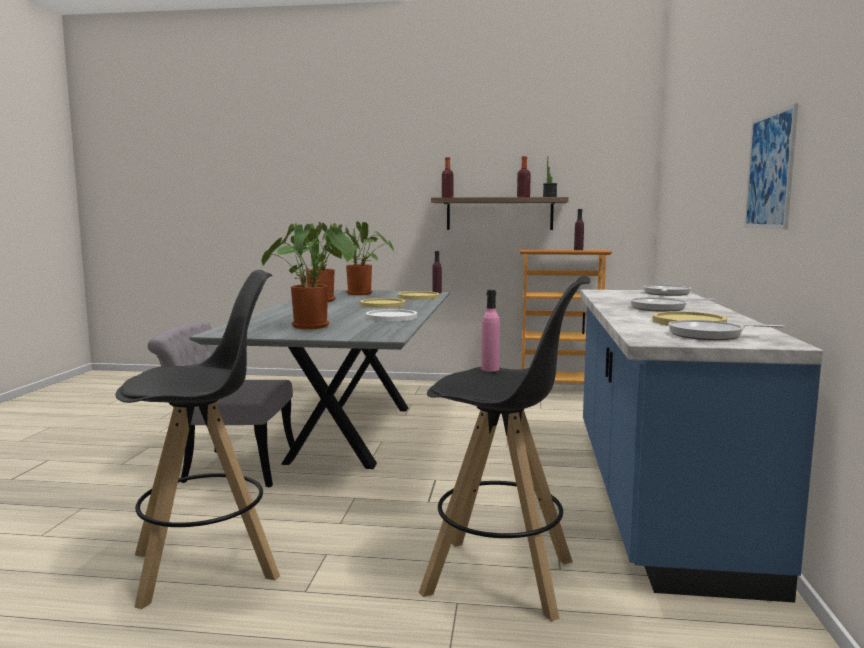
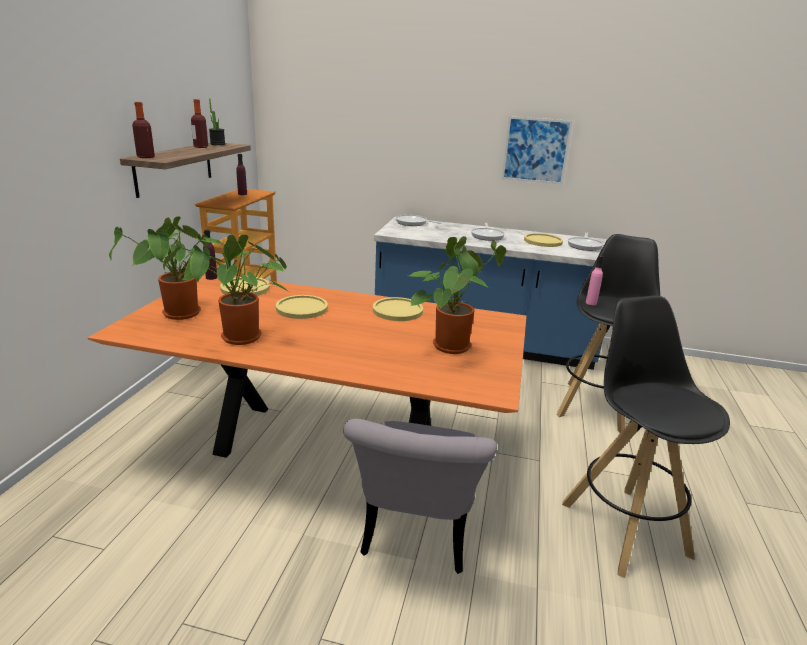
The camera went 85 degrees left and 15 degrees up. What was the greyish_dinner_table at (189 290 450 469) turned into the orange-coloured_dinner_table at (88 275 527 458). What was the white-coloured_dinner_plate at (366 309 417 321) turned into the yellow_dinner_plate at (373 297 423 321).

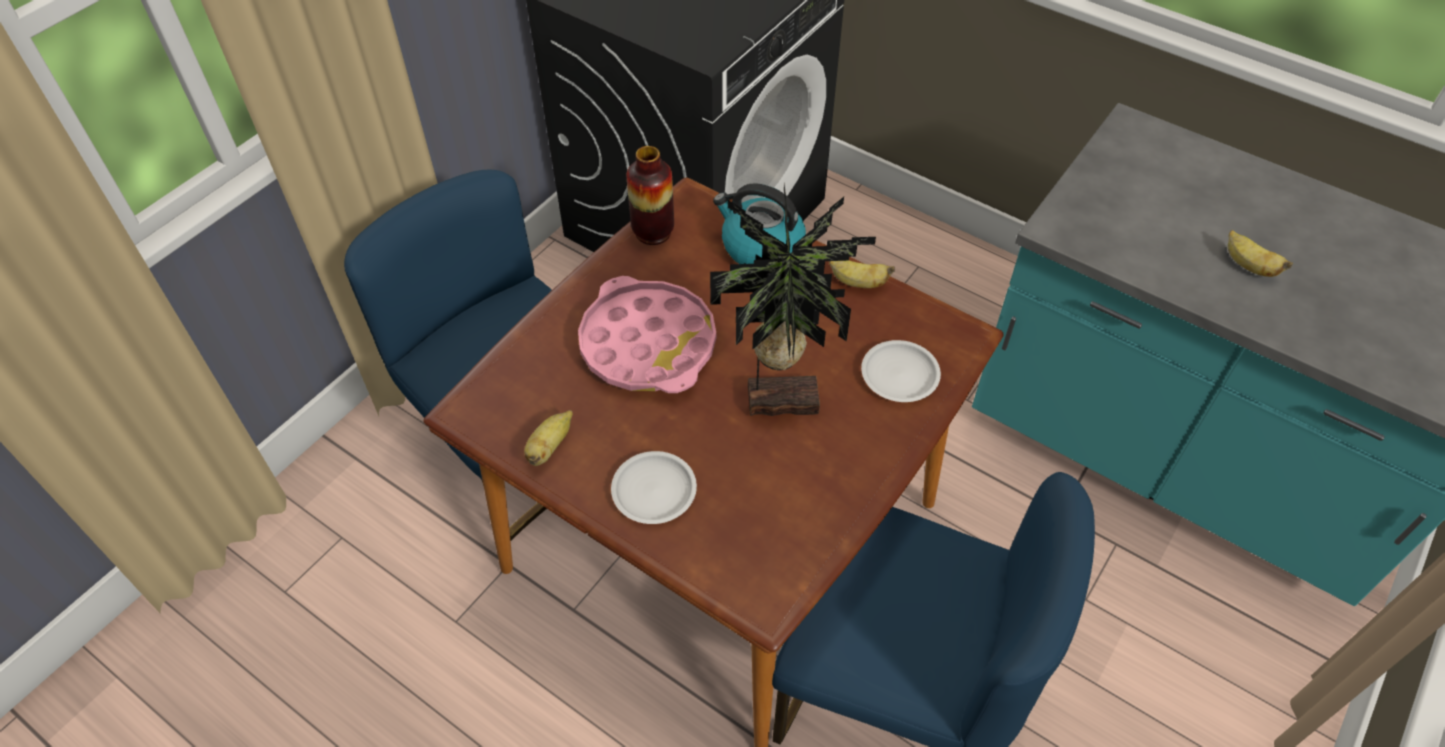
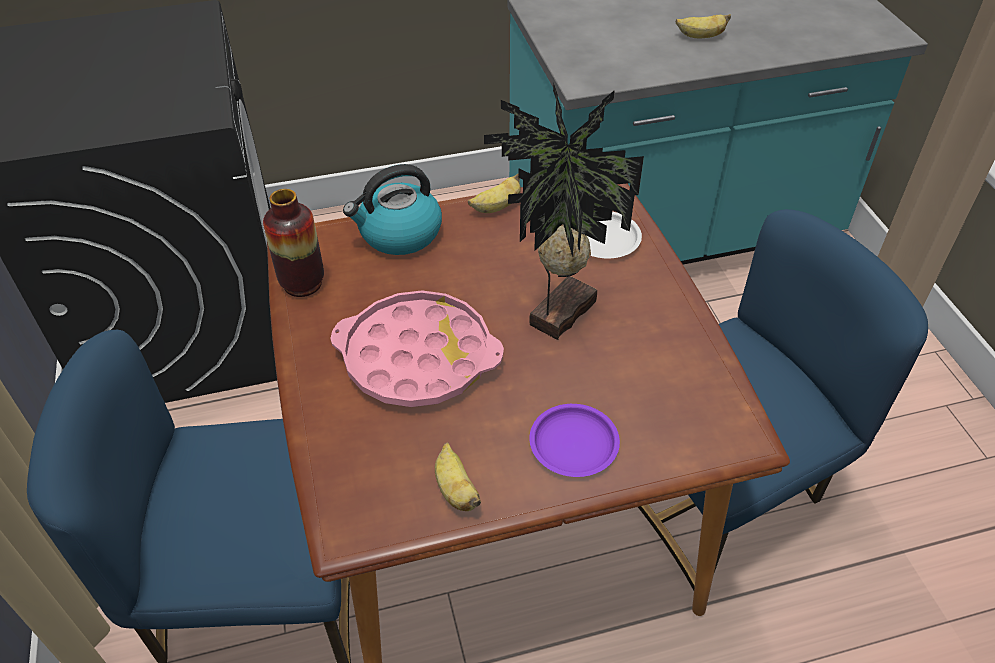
The camera went 50 degrees left and 5 degrees down. What was the white-coloured_dinner_plate at (611 451 697 524) turned into the purple_dinner_plate at (529 404 620 477).

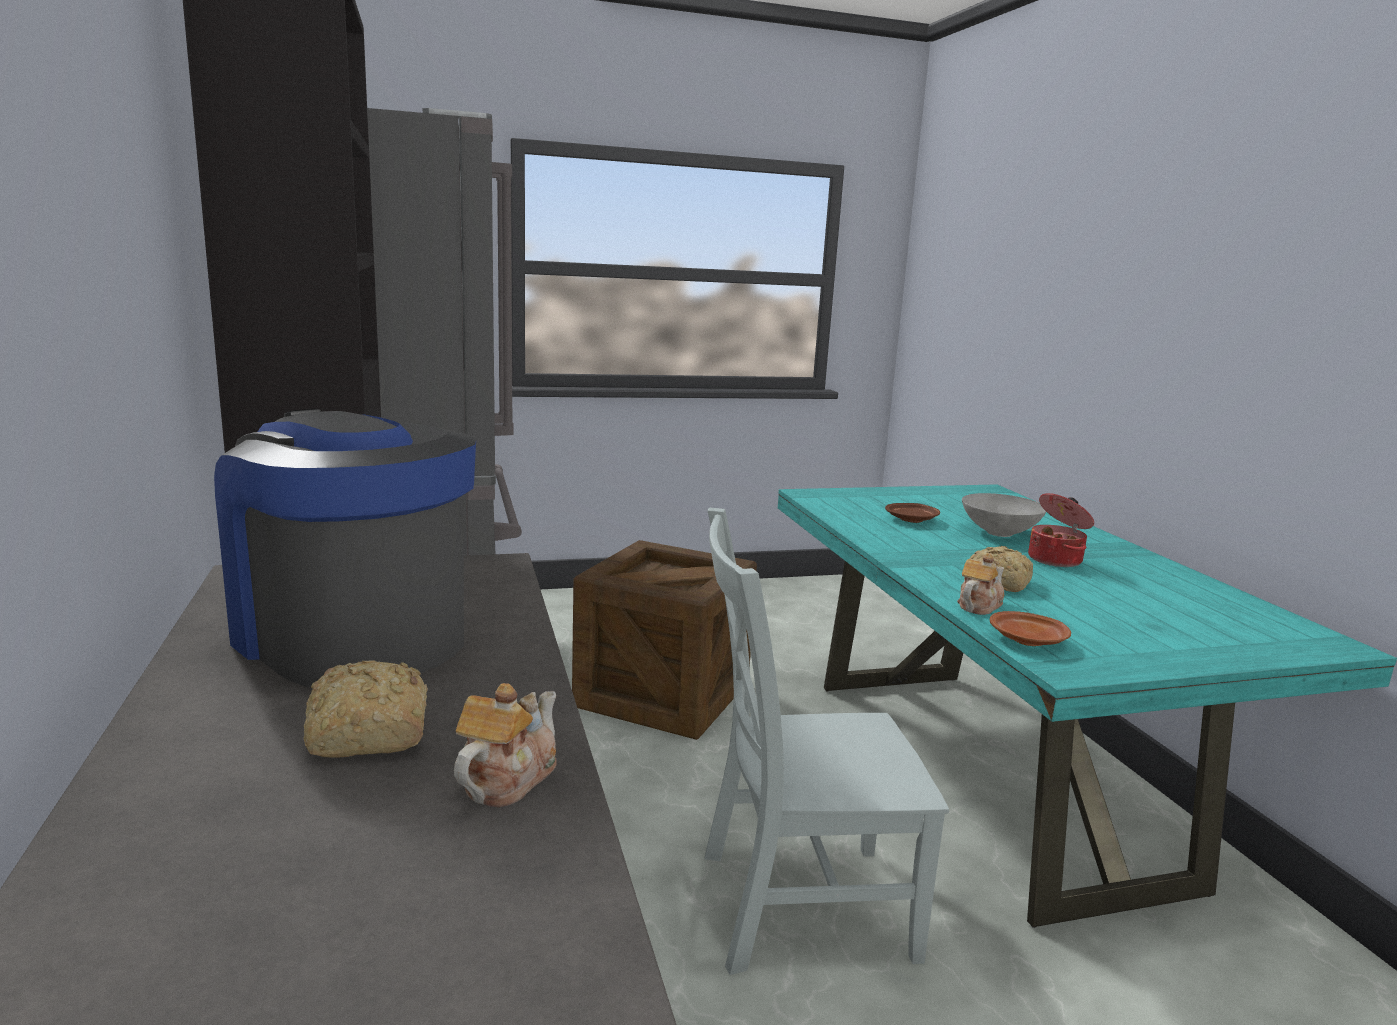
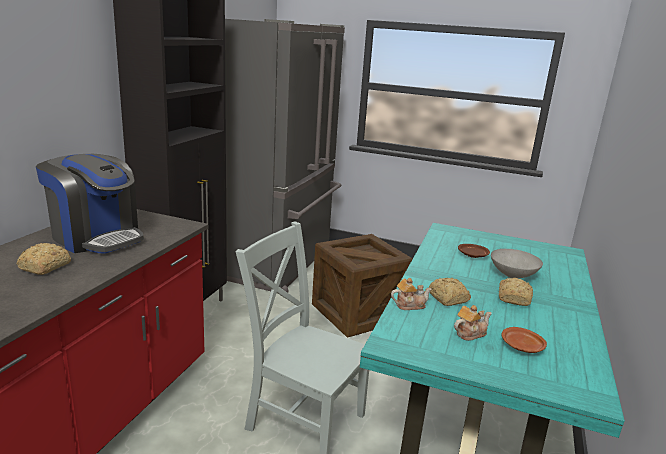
The camera went 35 degrees right and 5 degrees up. The coffee_maker at (214 408 476 687) ended up facing another way, 135 degrees clockwise from before. The teapot ended up elsewhere, having gone from (454 683 557 807) to (454 305 491 341). The brown_dinner_plate ended up elsewhere, having gone from (990 611 1071 646) to (501 327 547 353). Where the cooking_pot stood at (1028 493 1094 567), the baked_bread came to stand at (499 278 533 306).

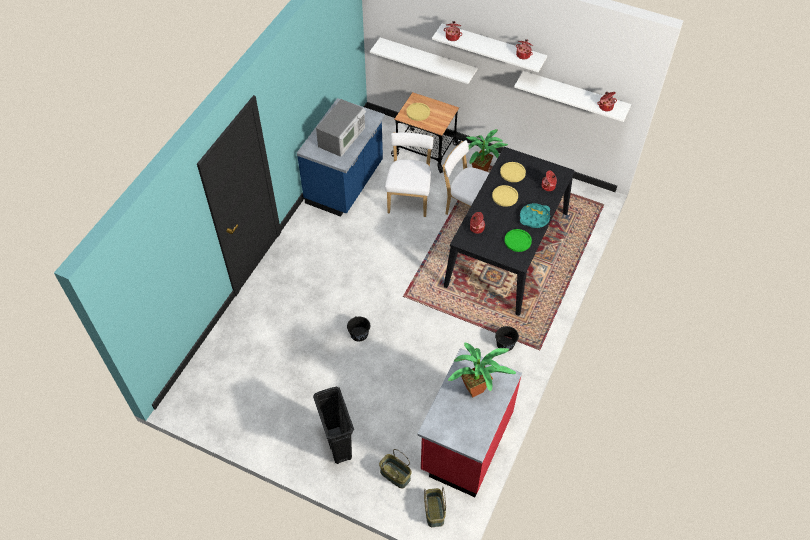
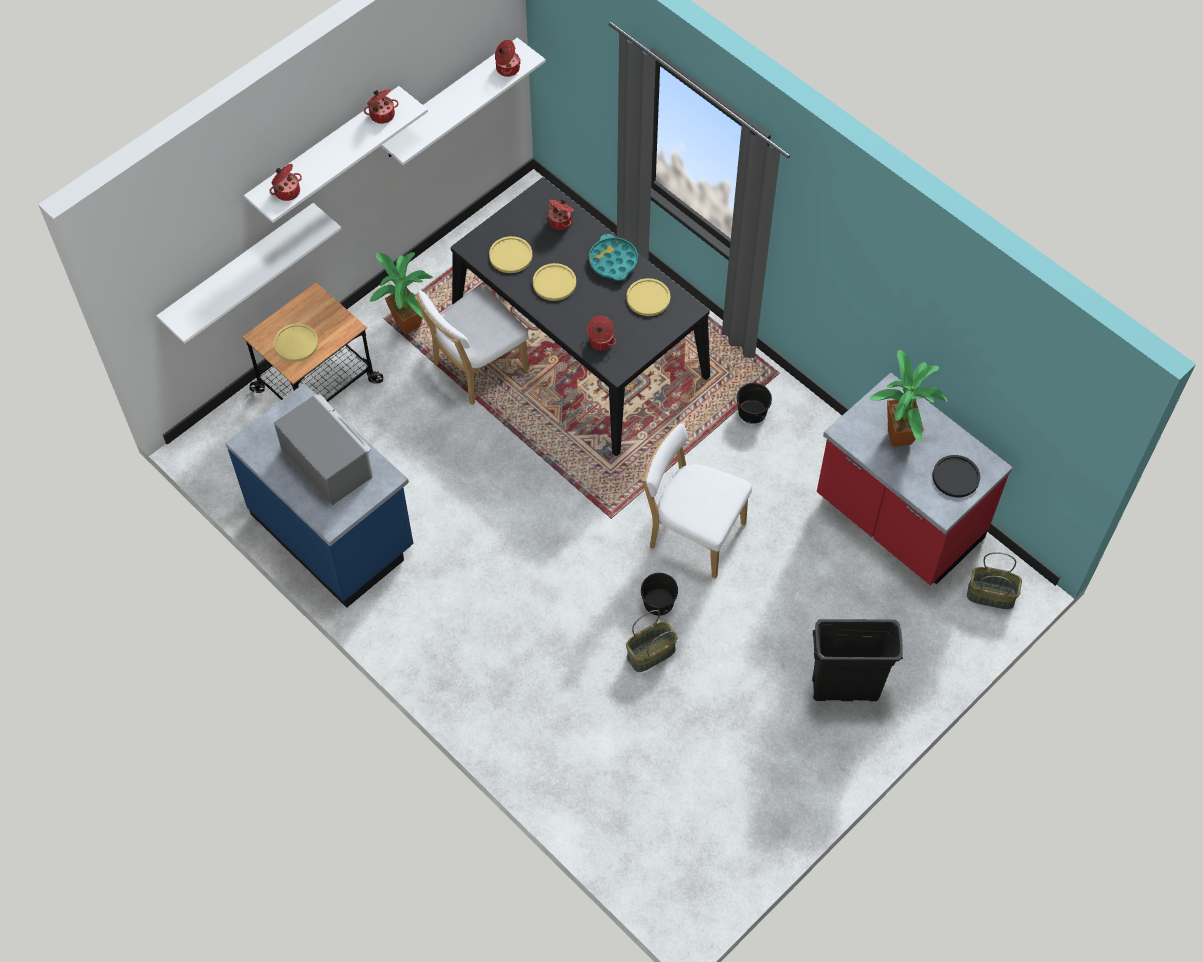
The camera went 70 degrees left and 5 degrees up. The basket ended up elsewhere, having gone from (379 449 412 488) to (626 610 678 672). The white-coloured_upright_chair ended up elsewhere, having gone from (385 132 434 217) to (642 423 752 579). What was the green_dinner_plate at (504 229 532 252) turned into the yellow_dinner_plate at (626 278 670 316). The second view gained the black_dinner_plate at (932 455 980 497).

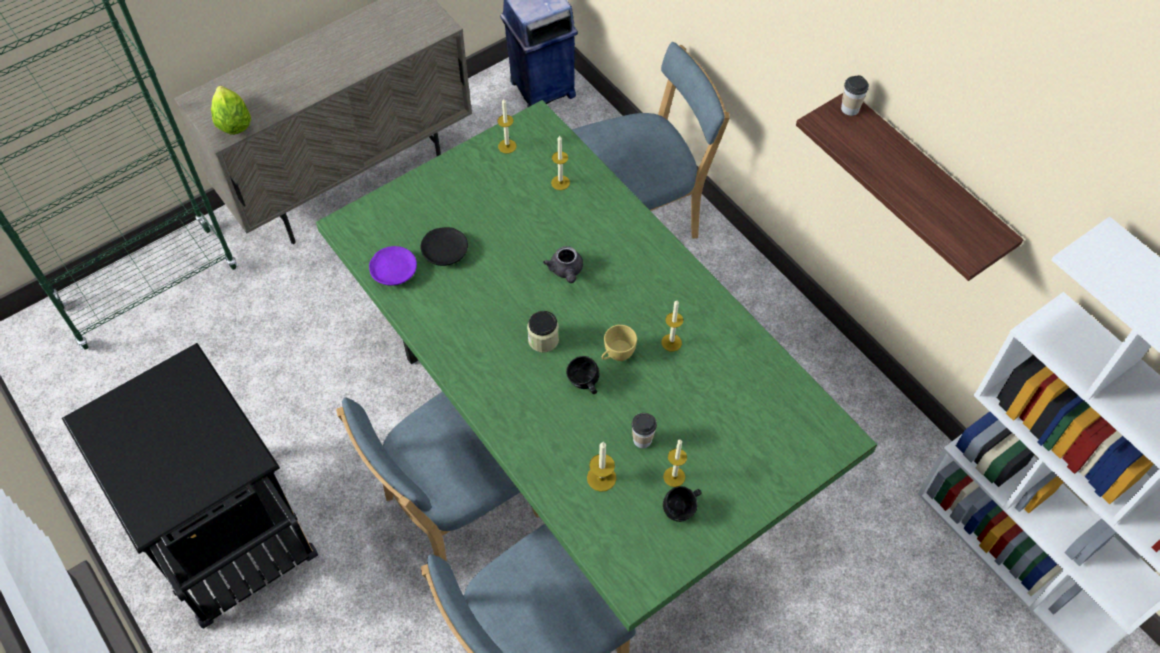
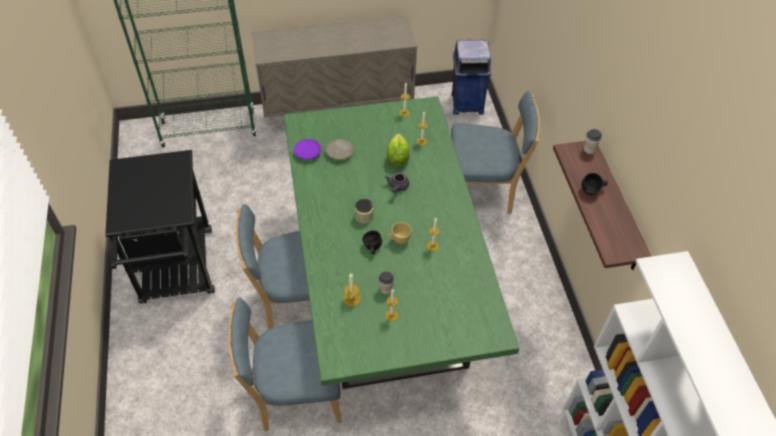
The camera went 25 degrees right and 5 degrees down. The lettuce ended up elsewhere, having gone from (211 86 251 135) to (386 133 410 166). What was the black_dinner_plate at (420 227 468 266) turned into the sand-coloured_dinner_plate at (326 139 353 160). The black_coffee_mug ended up elsewhere, having gone from (663 486 701 522) to (582 173 608 195).

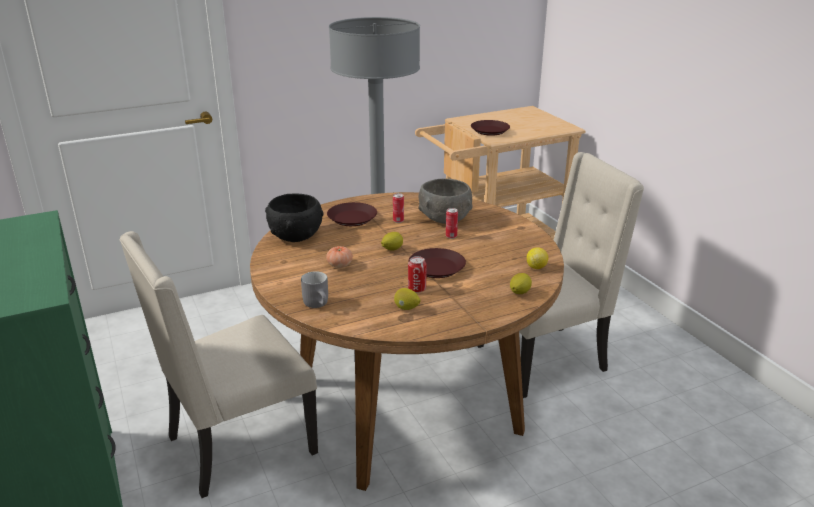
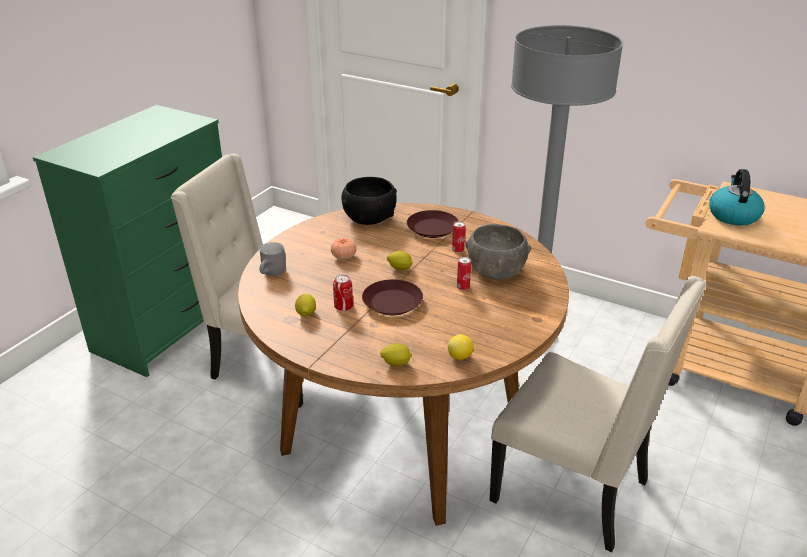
The camera went 55 degrees right and 5 degrees up. Where the brown_dinner_plate stood at (471 120 510 136), the water_kettle came to stand at (709 169 765 226).

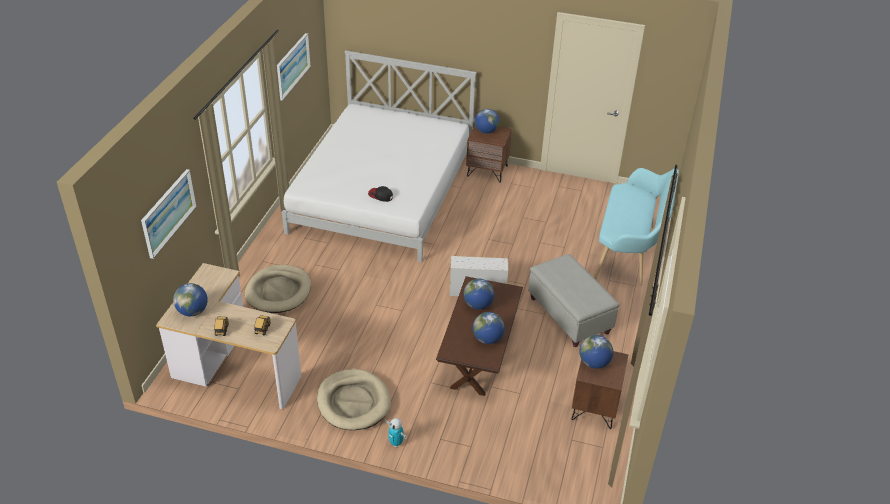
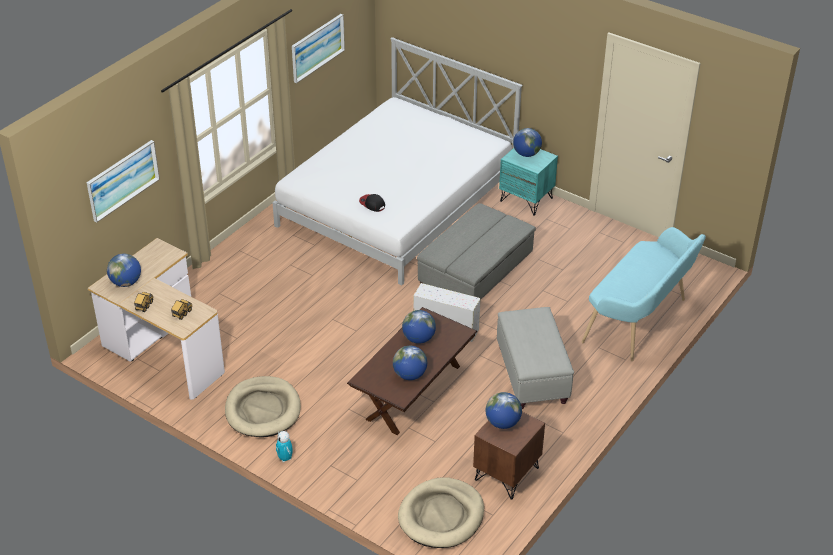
The camera went 20 degrees right and 0 degrees up. The sand-coloured_dog_bed ended up elsewhere, having gone from (245 265 311 313) to (398 477 484 548). What was the brown_nightstand at (466 125 512 183) turned into the blue-green_nightstand at (499 148 558 215). The second view gained the greyish_footrest at (417 203 536 300).

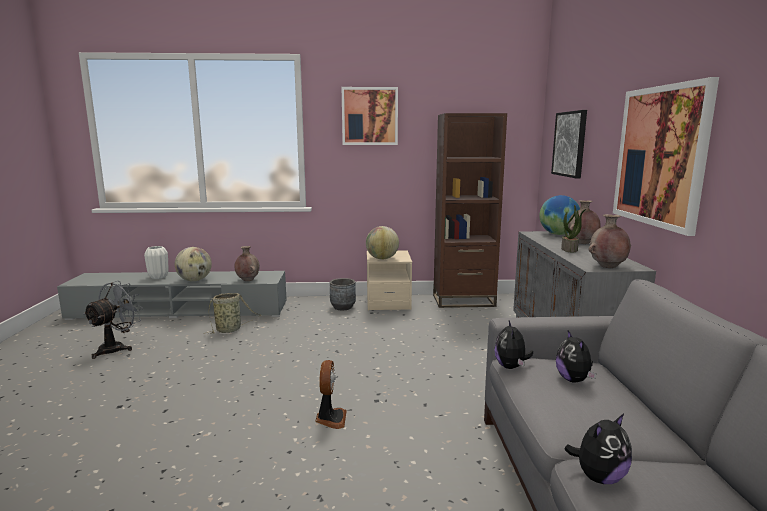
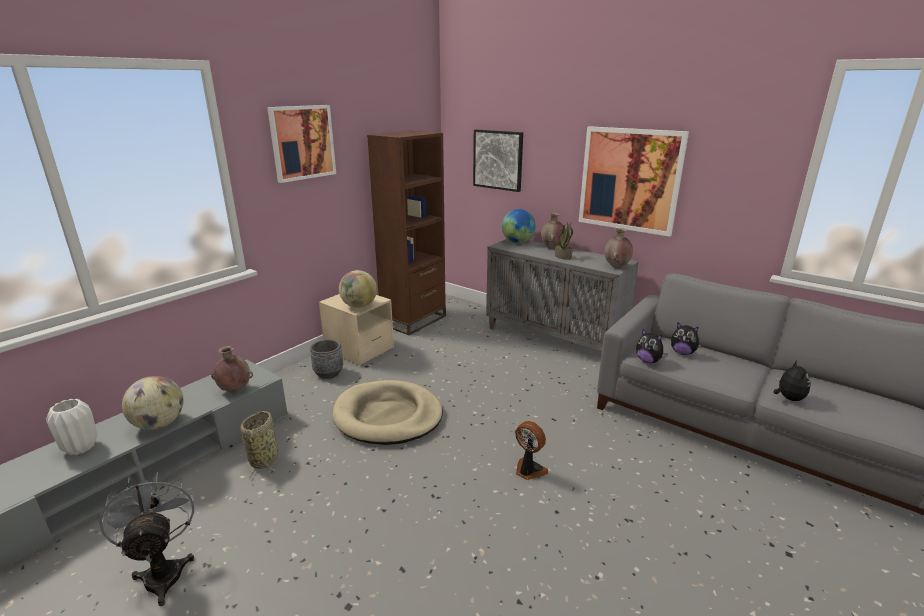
The camera went 50 degrees left and 10 degrees up. The second view gained the sand-coloured_dog_bed at (332 380 443 445).

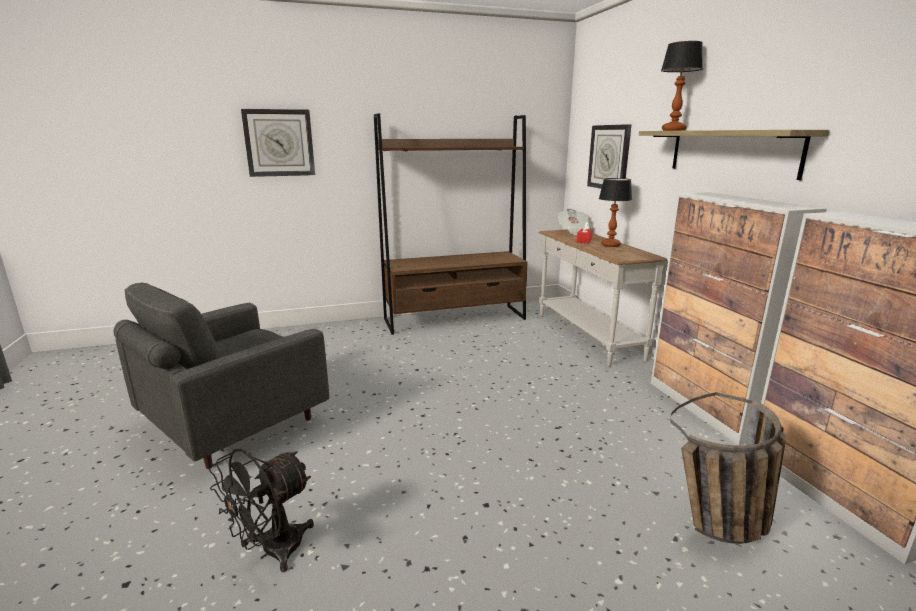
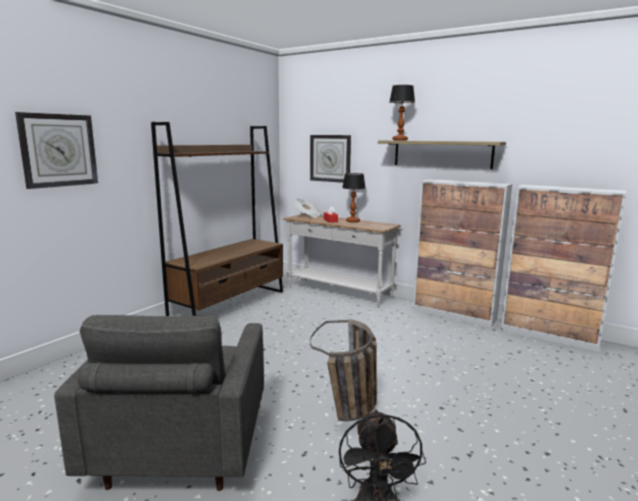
The camera went 40 degrees left and 5 degrees down. The basket ended up elsewhere, having gone from (670 392 786 544) to (310 319 377 421).

